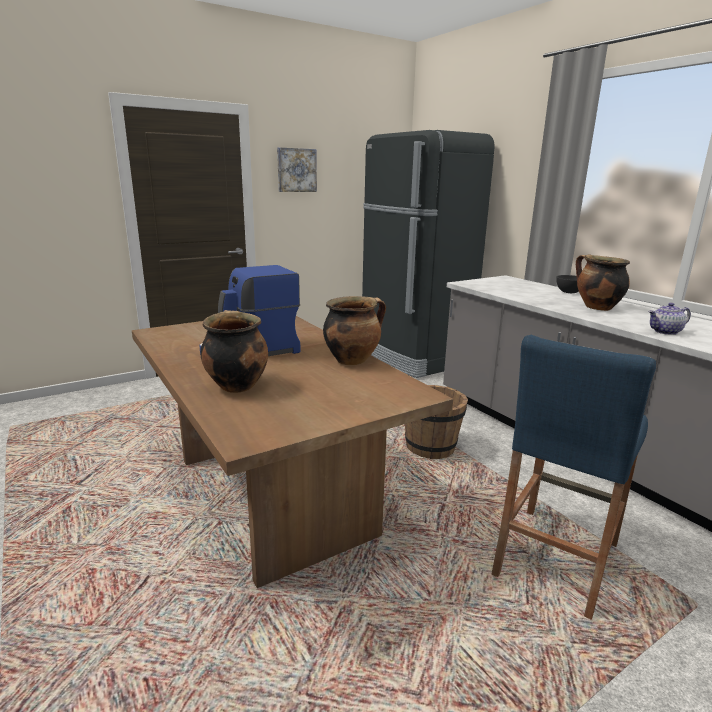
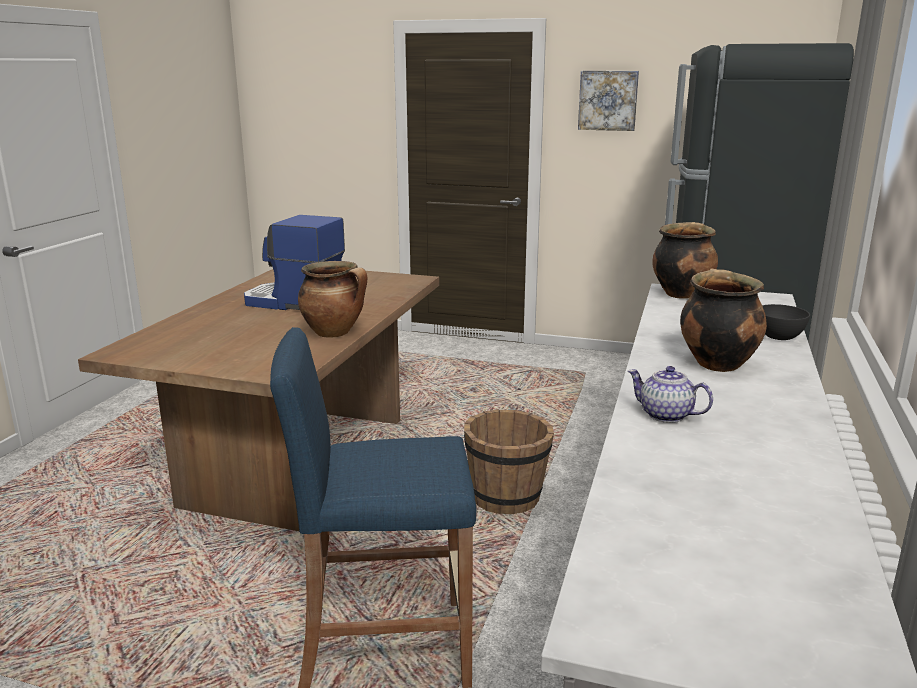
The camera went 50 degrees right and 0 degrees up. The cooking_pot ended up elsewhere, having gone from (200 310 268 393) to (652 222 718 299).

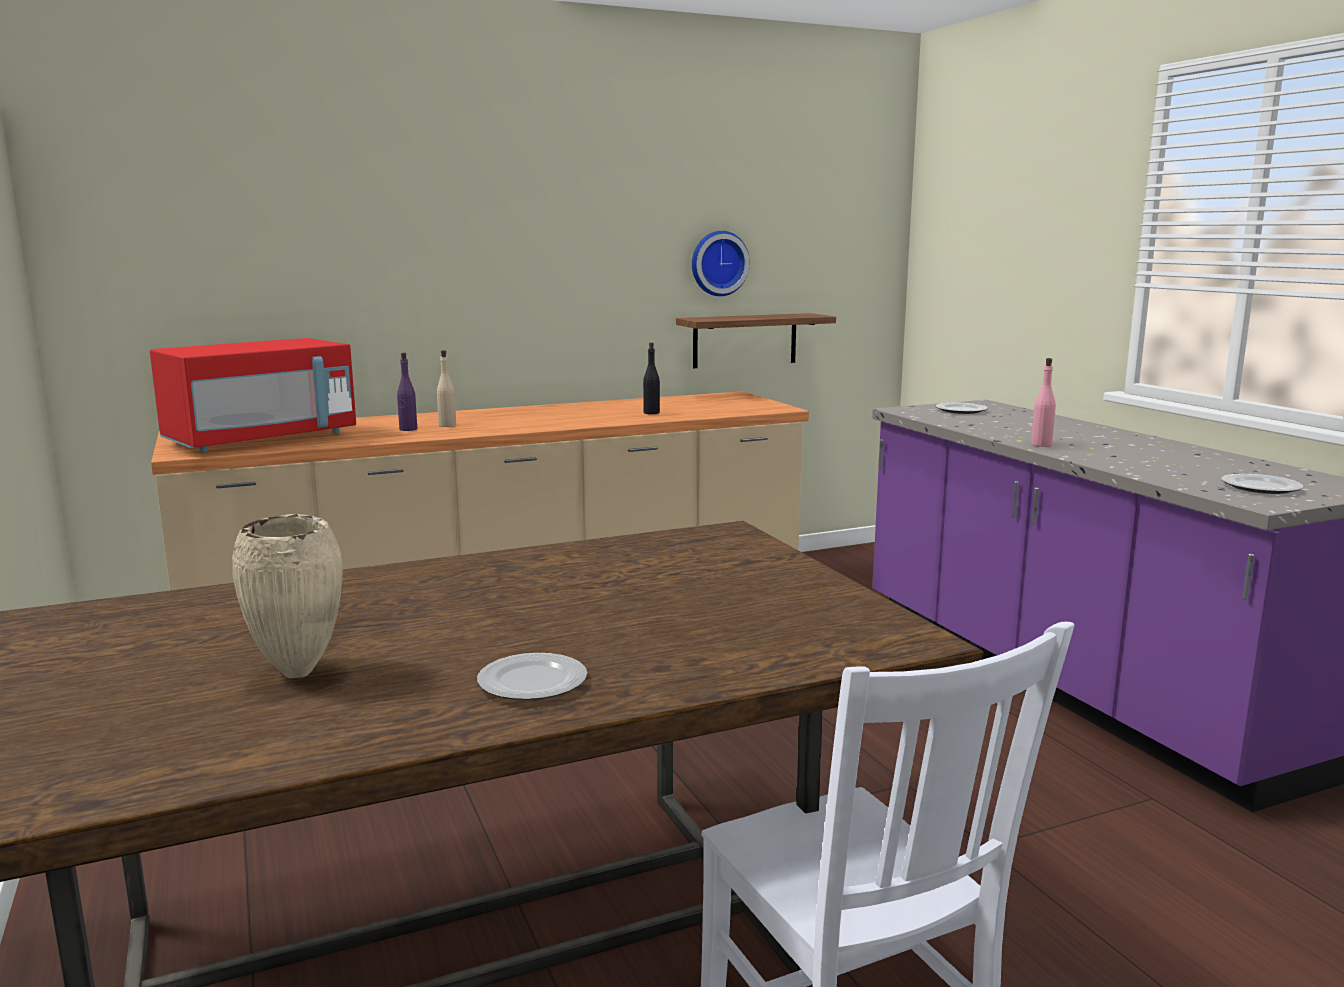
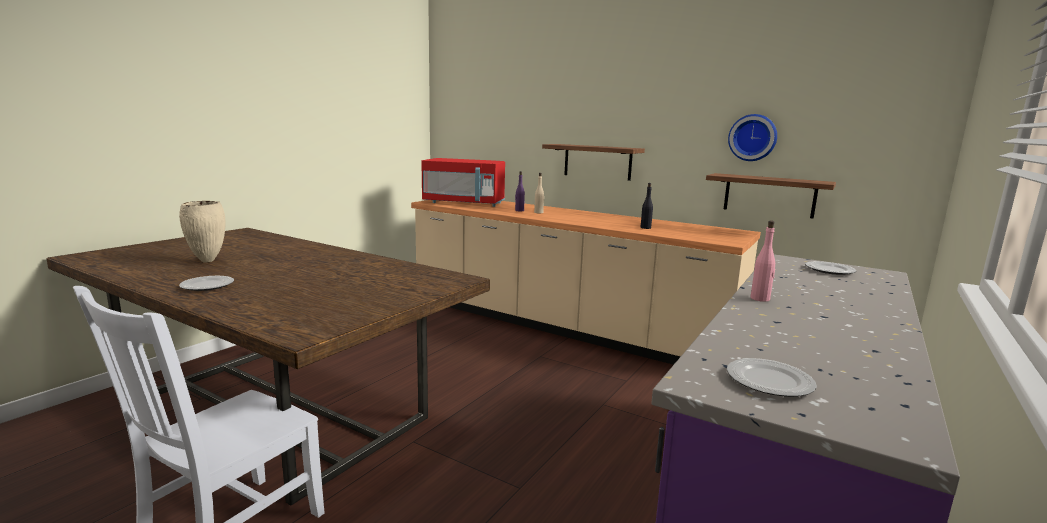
The camera went 55 degrees right and 0 degrees up. The second view gained the wall_shelf at (542 144 645 181).

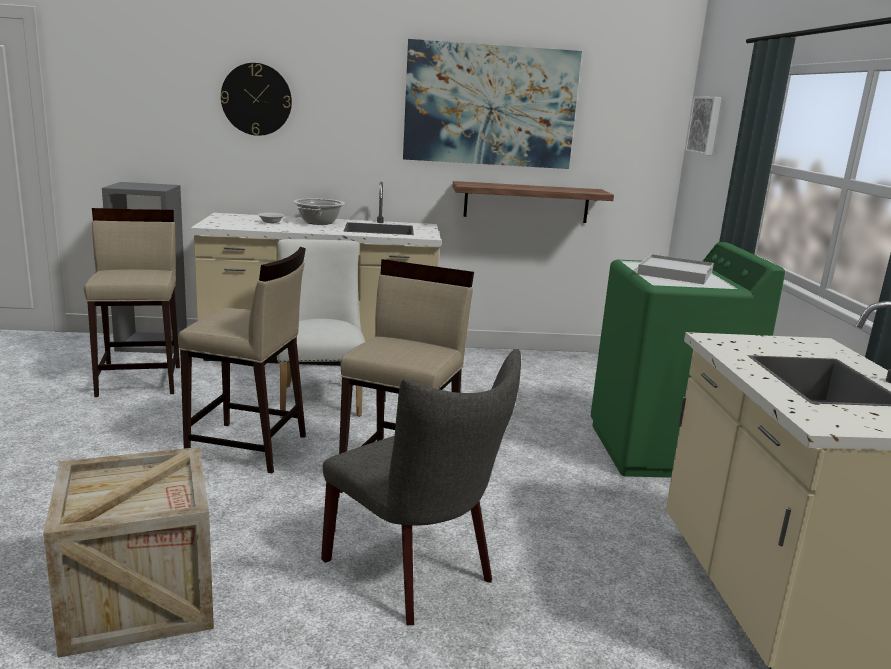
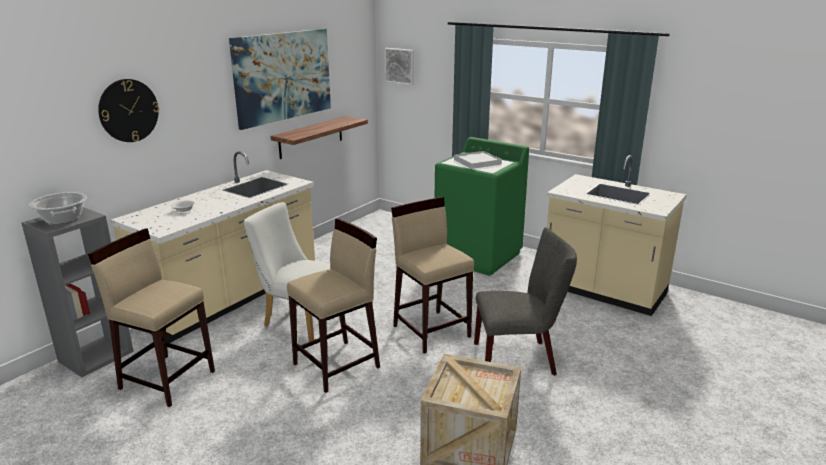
The camera went 50 degrees left and 5 degrees up. The cooking_pot ended up elsewhere, having gone from (293 199 345 225) to (29 192 87 224).

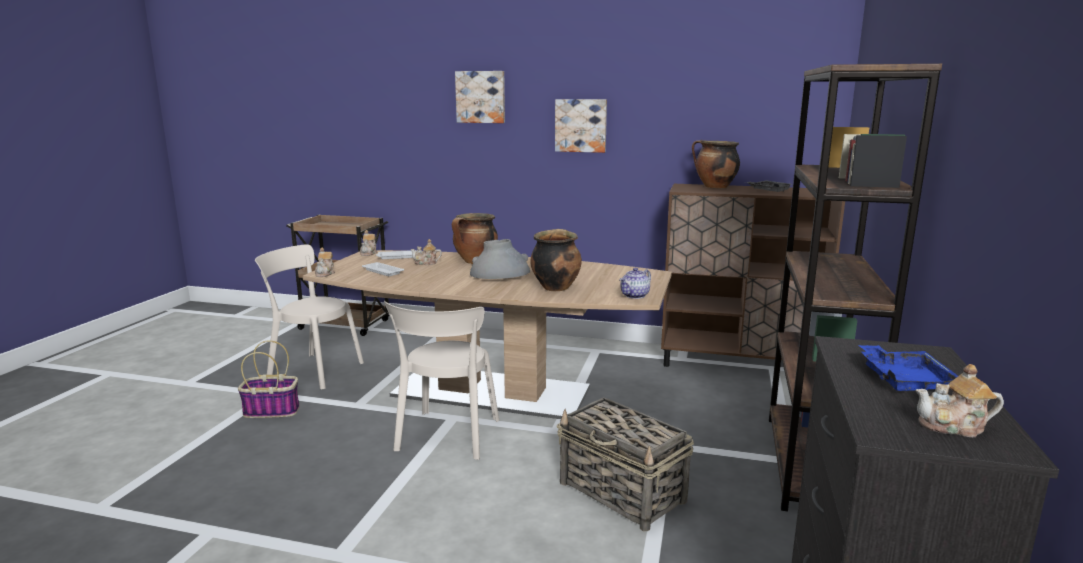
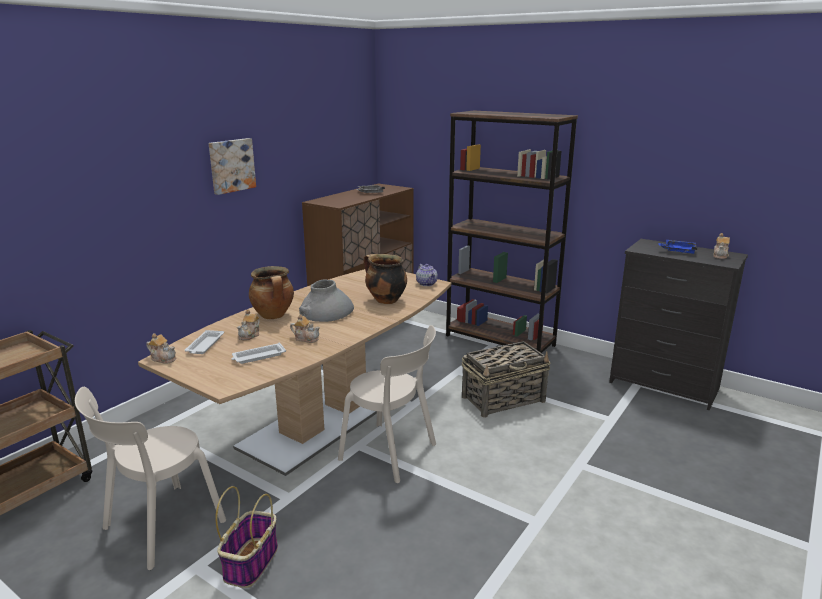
The camera went 70 degrees left and 5 degrees up. The teapot ended up elsewhere, having gone from (315 248 335 277) to (290 315 320 343). The second view lost the picture at (455 71 505 123). The second view lost the cooking_pot at (692 140 740 188).

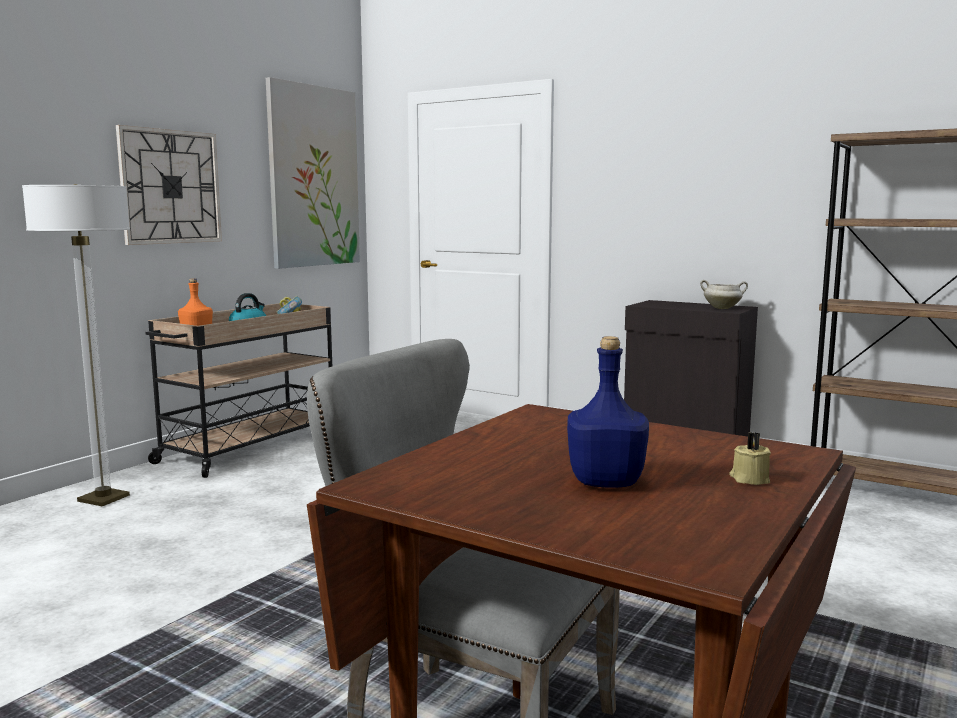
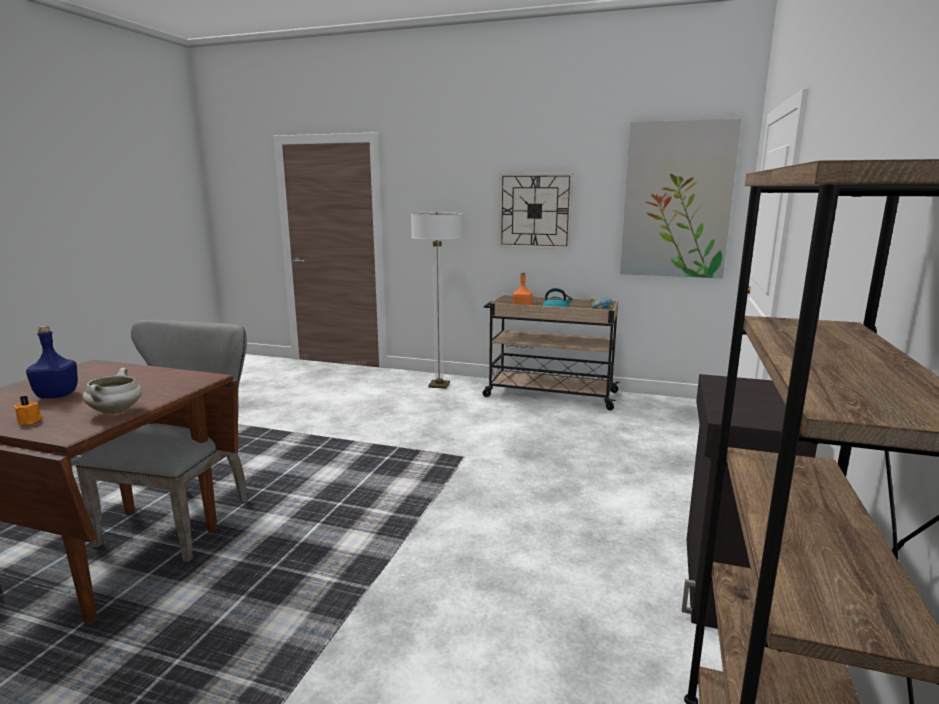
The camera went 75 degrees right and 5 degrees up. The white-coloured_cooking_pot ended up elsewhere, having gone from (700 280 748 309) to (83 368 142 414). What was the sand-coloured_wax_candle at (729 432 771 485) turned into the orange-coloured_wax_candle at (14 396 43 425).

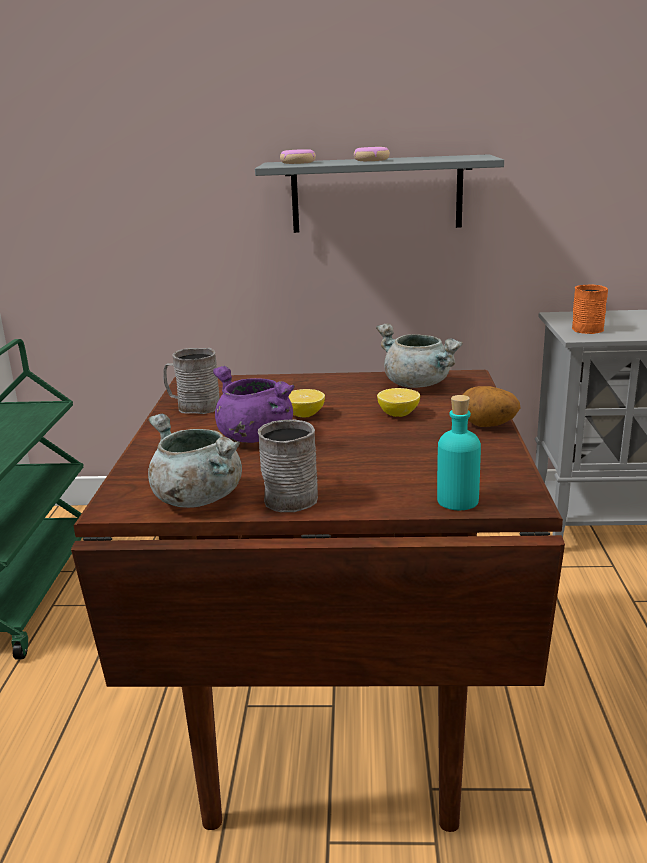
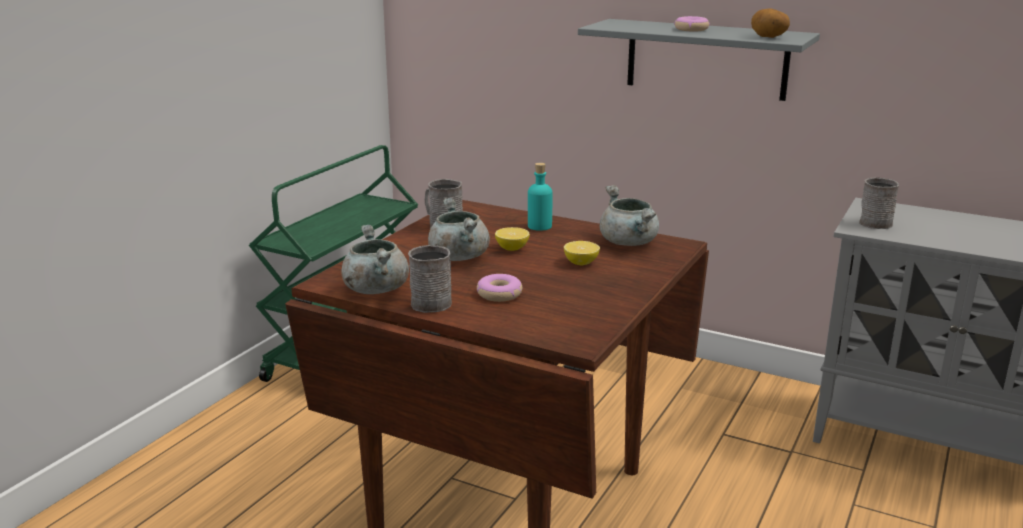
The camera went 25 degrees right and 0 degrees up. What was the purple_cooking_pot at (213 366 295 443) turned into the greyish_cooking_pot at (428 198 490 261). The doughnut ended up elsewhere, having gone from (280 149 316 164) to (477 274 522 302). The blue-green_bottle ended up elsewhere, having gone from (437 395 481 510) to (528 163 552 231). The potato ended up elsewhere, having gone from (463 386 520 427) to (751 8 790 38). What was the orange-coloured_coffee_mug at (572 285 608 334) turned into the greyish_coffee_mug at (859 178 899 229).

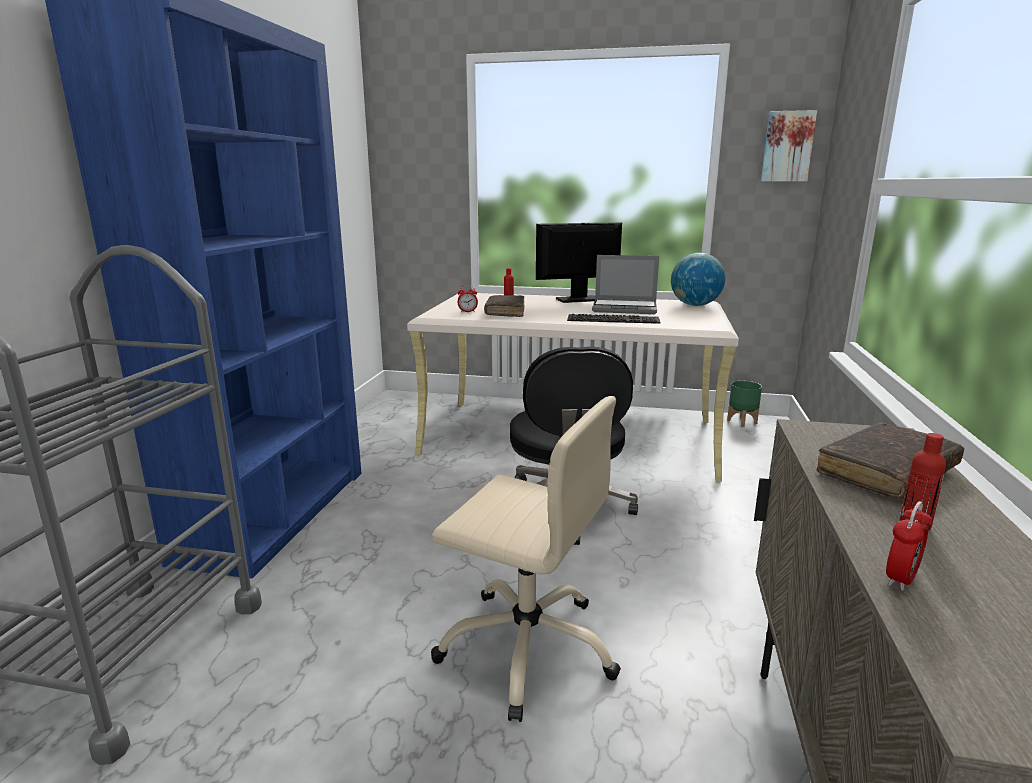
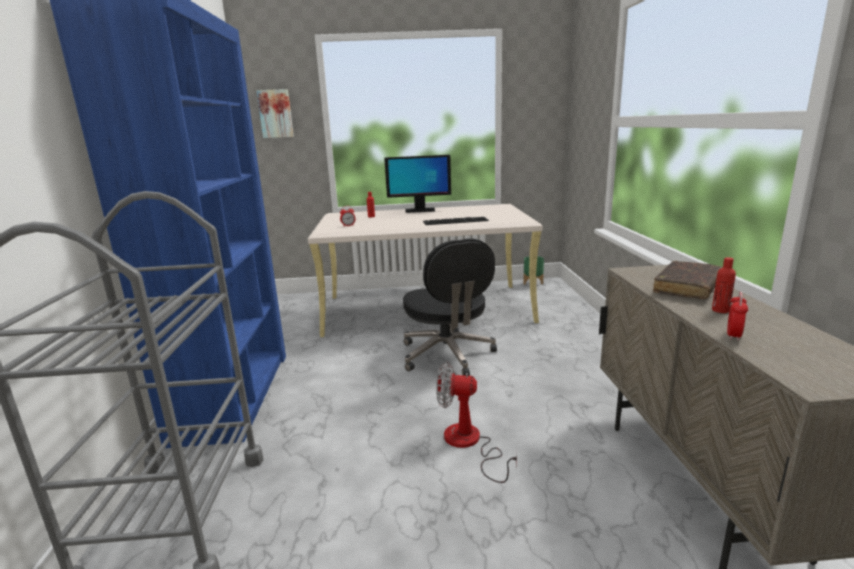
The camera went 15 degrees left and 0 degrees up. Where the sand-coloured_computer_chair stood at (431 396 621 722), the cooling_fan came to stand at (436 362 517 483). The second view lost the brown_book at (484 295 525 317). The computer_display at (536 222 622 303) ended up facing another way, 150 degrees counterclockwise from before. The second view lost the portable_computer at (592 255 659 314). The second view lost the globe at (671 253 725 306). The picture ended up elsewhere, having gone from (761 110 817 181) to (256 89 294 138).

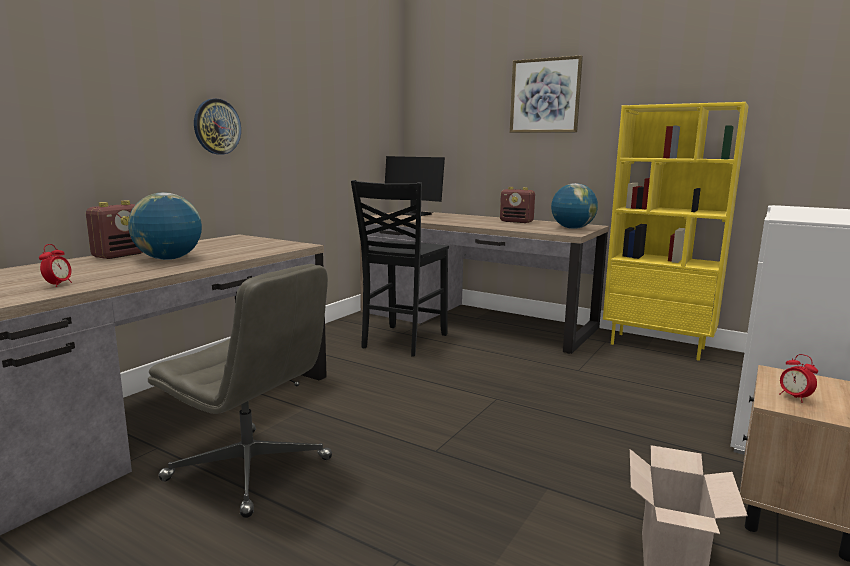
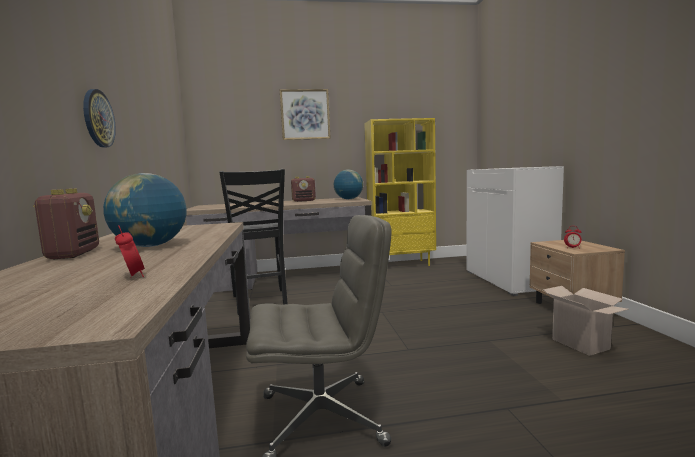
The camera went 40 degrees left and 5 degrees down. The second view lost the computer_display at (385 156 445 216).

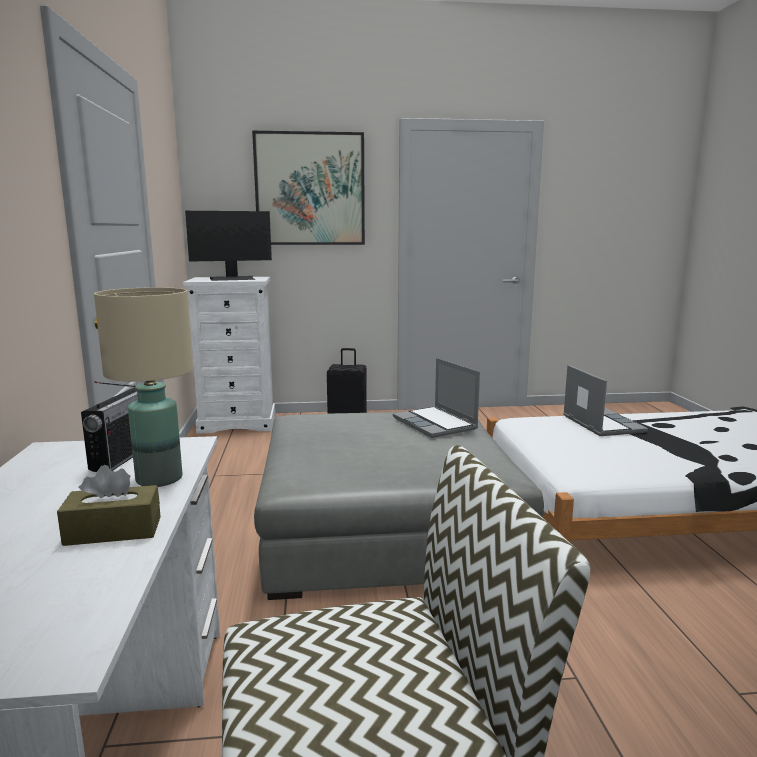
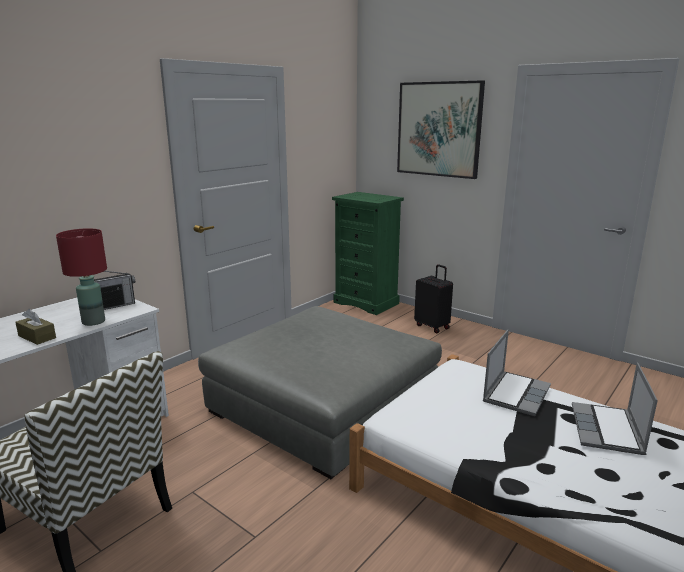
The camera went 45 degrees right and 5 degrees up. What was the sand-coloured_table_lamp at (94 287 193 487) turned into the reddish_table_lamp at (56 228 107 326). What was the white-coloured_dresser at (183 277 275 434) turned into the green_dresser at (332 192 404 315). The second view lost the computer_display at (185 211 272 281). The portable_computer ended up elsewhere, having gone from (393 358 480 438) to (572 363 658 455).

